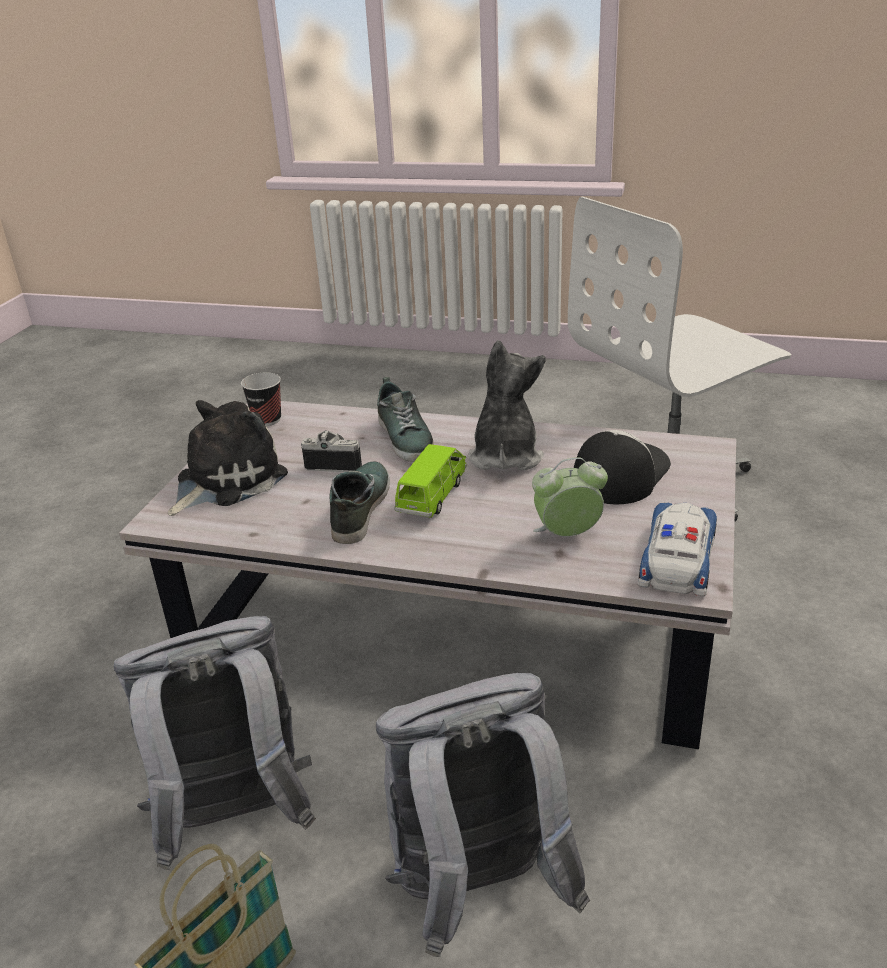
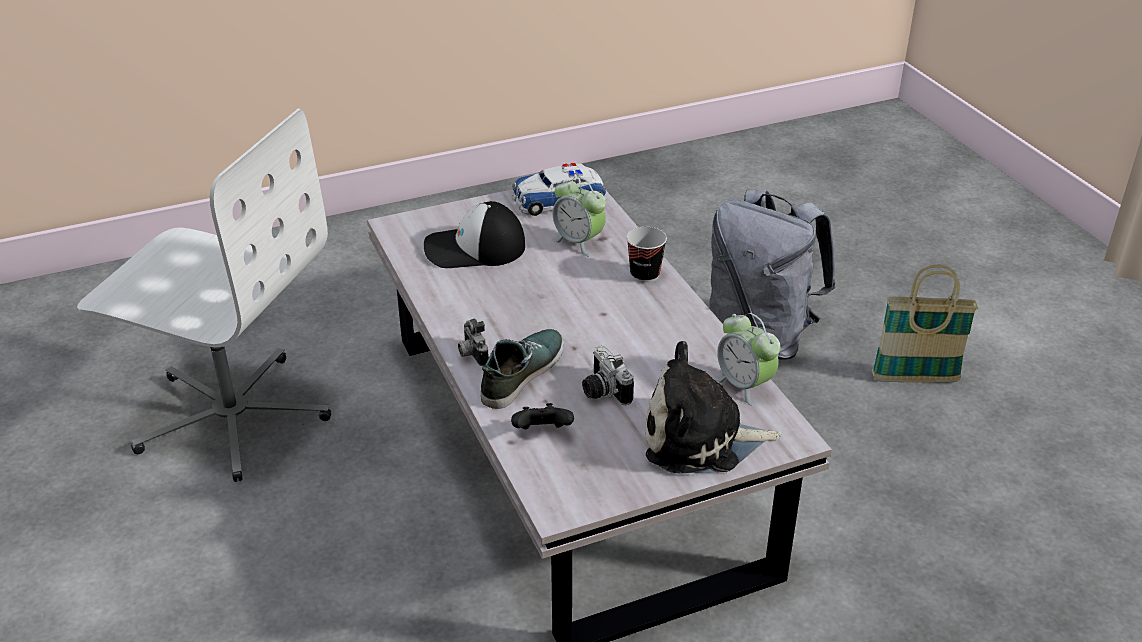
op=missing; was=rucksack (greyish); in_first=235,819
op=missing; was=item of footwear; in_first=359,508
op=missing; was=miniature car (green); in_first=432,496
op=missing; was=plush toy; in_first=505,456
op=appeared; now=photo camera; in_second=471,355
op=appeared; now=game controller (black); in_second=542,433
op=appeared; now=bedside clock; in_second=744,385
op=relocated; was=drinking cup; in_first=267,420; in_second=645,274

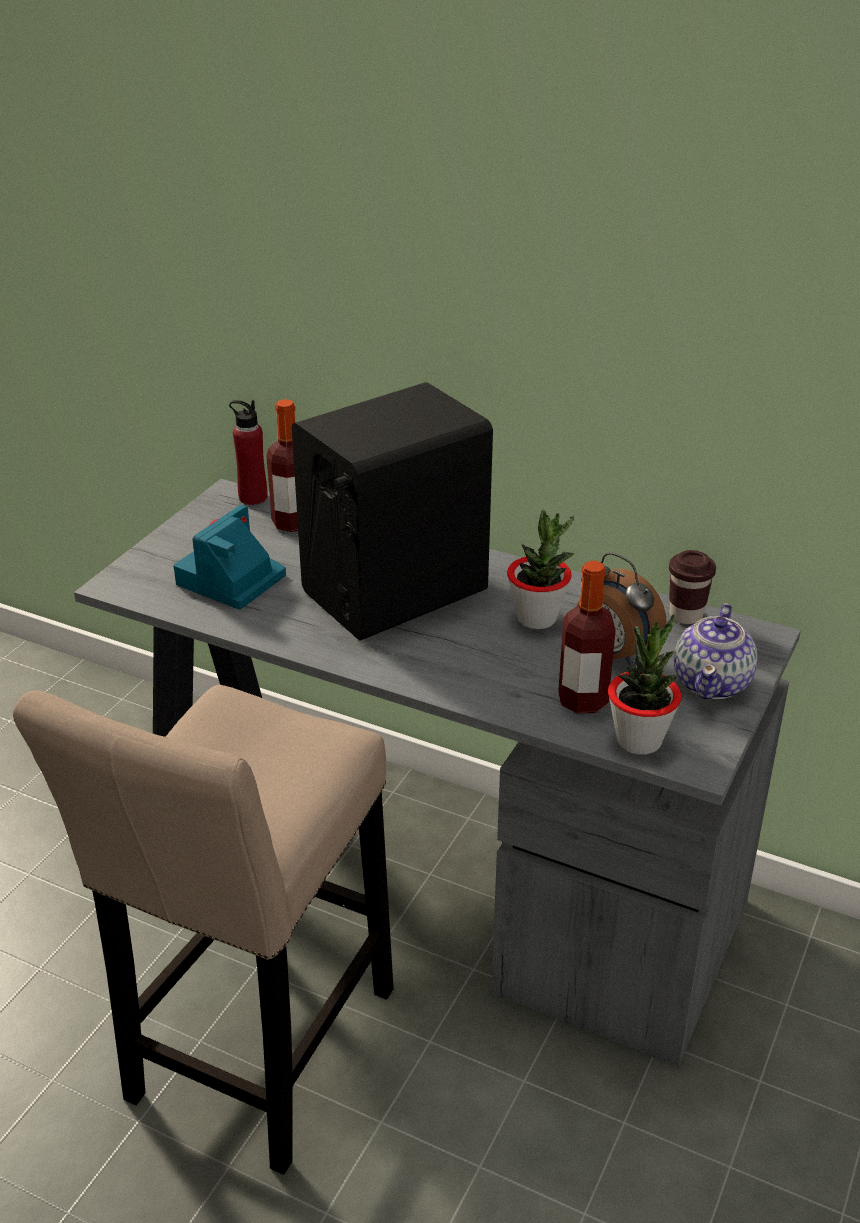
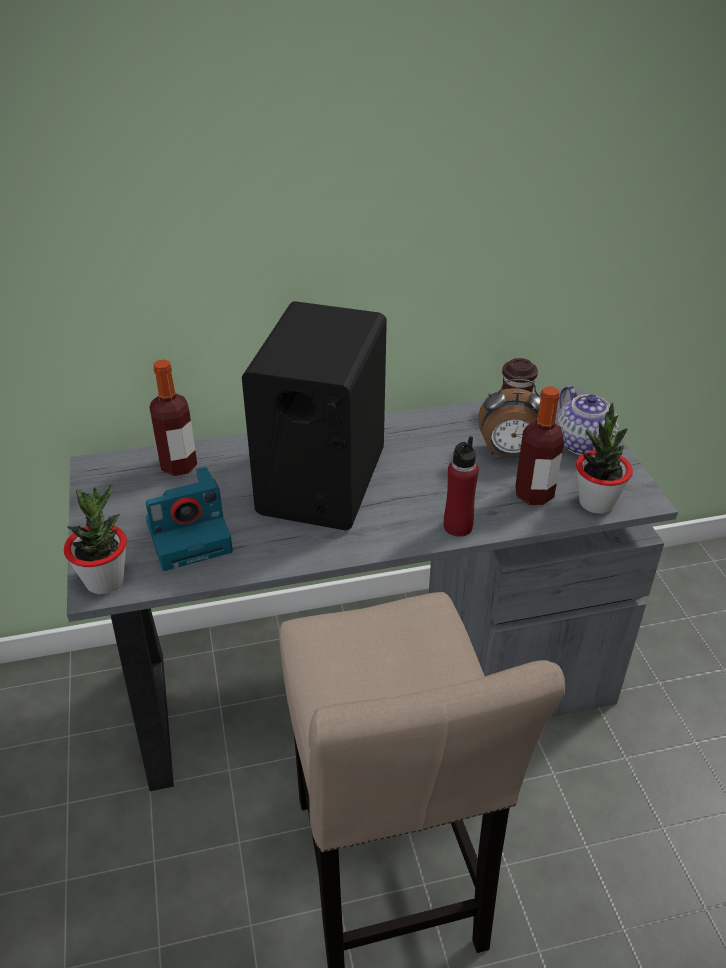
op=relocated; was=bottle (reddish); in_first=253,497; in_second=457,527
op=relocated; was=plant in a pot; in_first=537,618; in_second=105,581
op=spun; was=photo camera; in_first=230,581; in_second=191,535; clockwise=-105

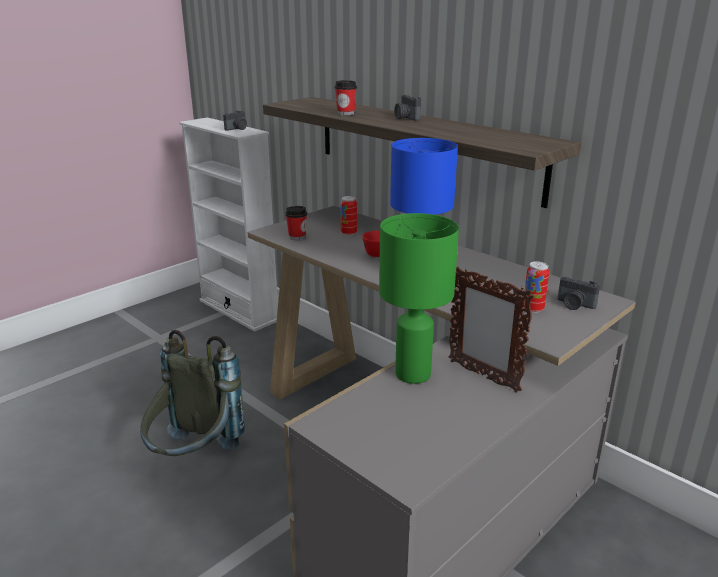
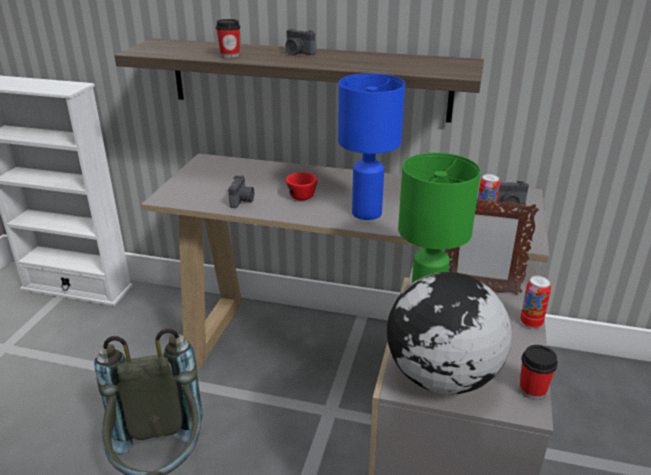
op=appeared; now=desk globe; in_second=441,377
op=relocated; was=photo camera; in_first=237,129; in_second=242,201
op=relocated; was=drinking cup; in_first=297,237; in_second=532,390
op=relocated; was=metal can; in_first=348,233; in_second=531,323

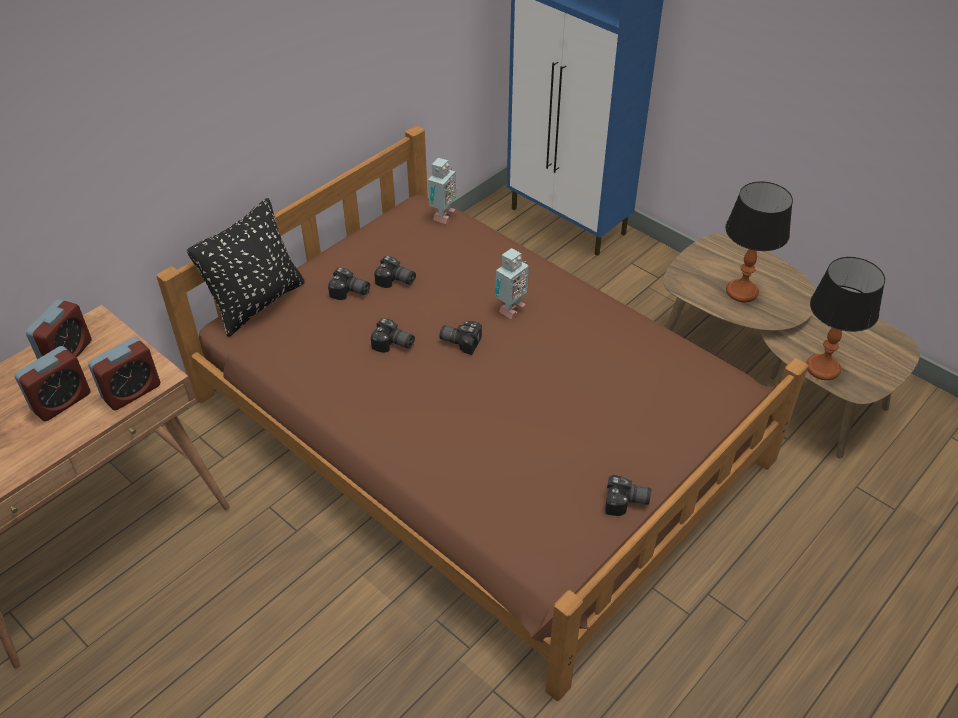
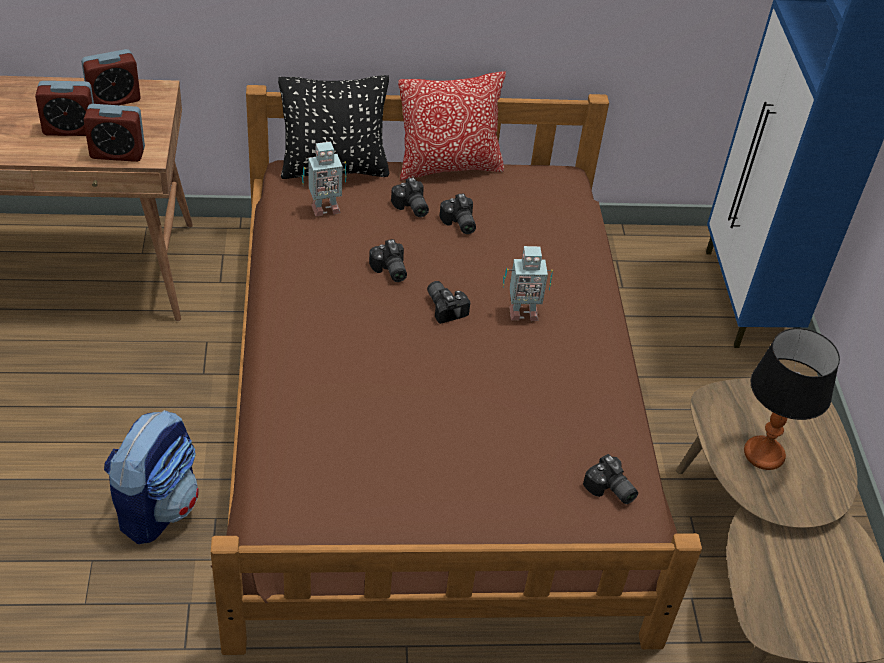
op=missing; was=tabletop lamp; in_first=822,368
op=appeared; now=rucksack; in_second=157,507
op=appeared; now=cushion; in_second=449,166
op=relocated; was=robot figure; in_first=442,216; in_second=324,208
op=relocated; was=photo camera; in_first=626,503; in_second=610,490

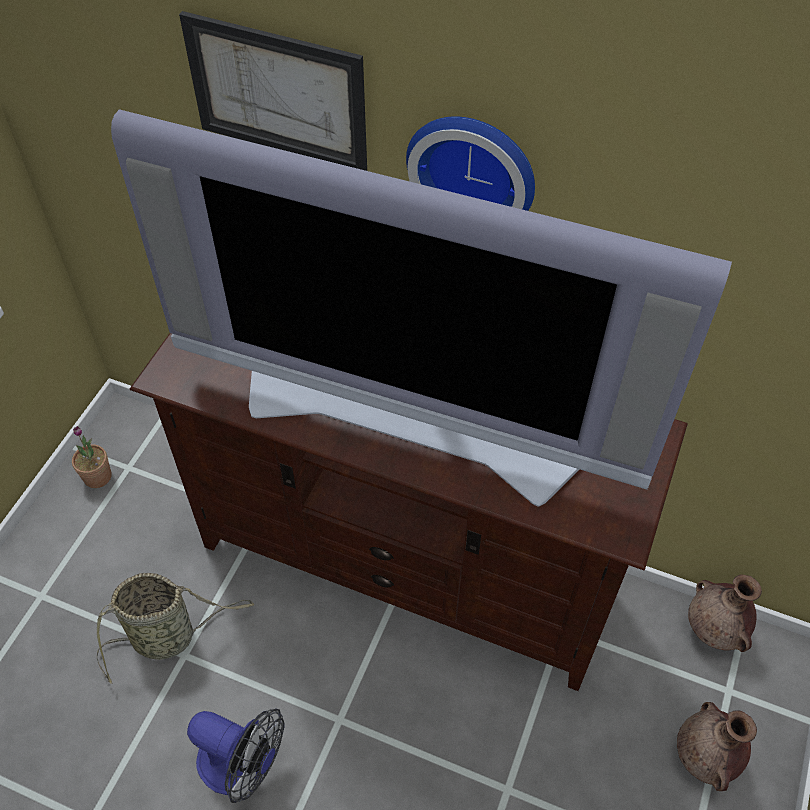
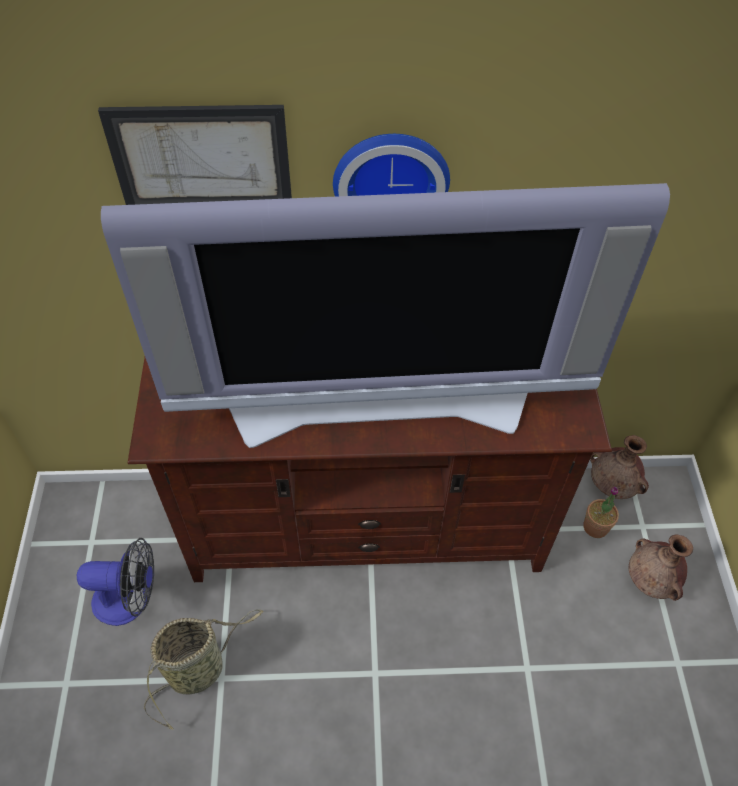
op=relocated; was=plant in a pot; in_first=97,476; in_second=595,527
op=relocated; was=fan; in_first=242,766; in_second=130,600

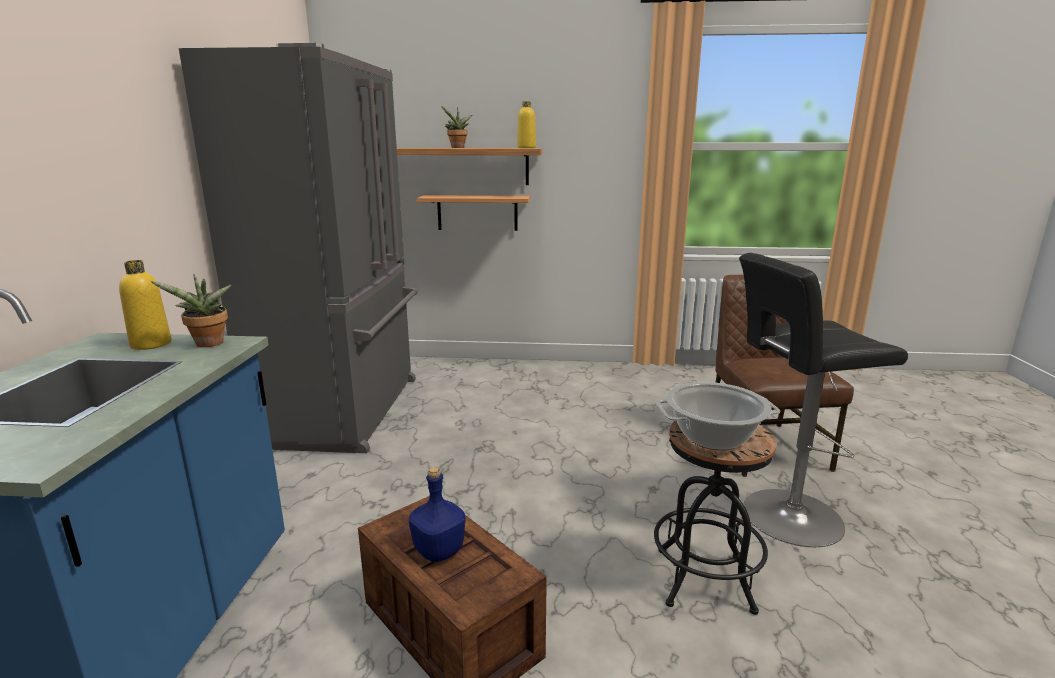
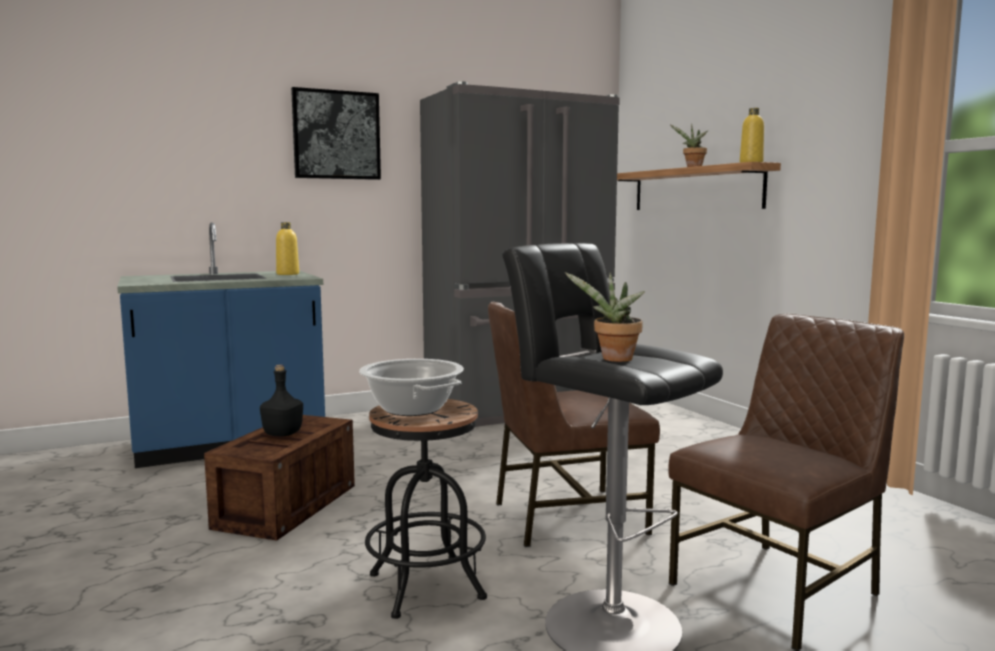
op=missing; was=shelf; in_first=477,212
op=appeared; now=picture; in_second=336,135
op=appeared; now=upright chair (brown); in_second=566,517
op=relocated; was=plant in a pot; in_first=208,345; in_second=613,359
op=colour; was=bottle (bluish); now=bottle (black); in_first=438,550; in_second=283,433

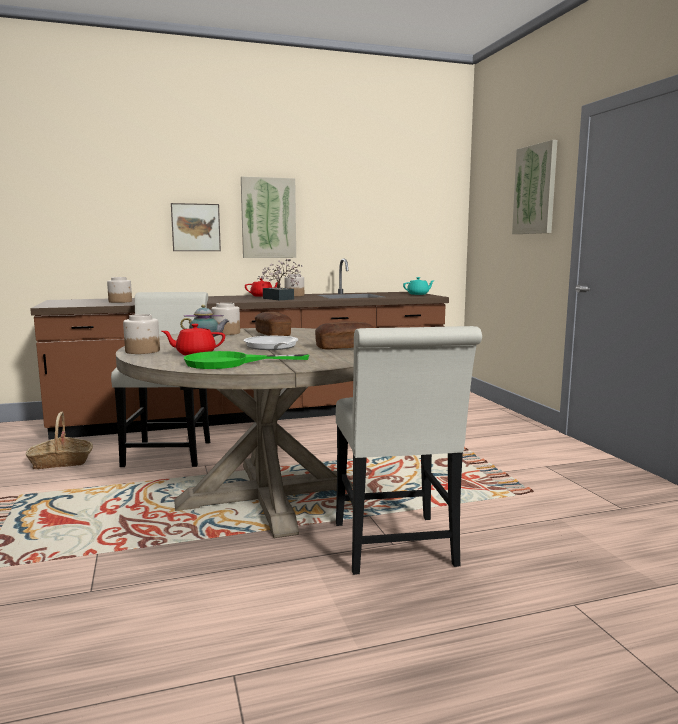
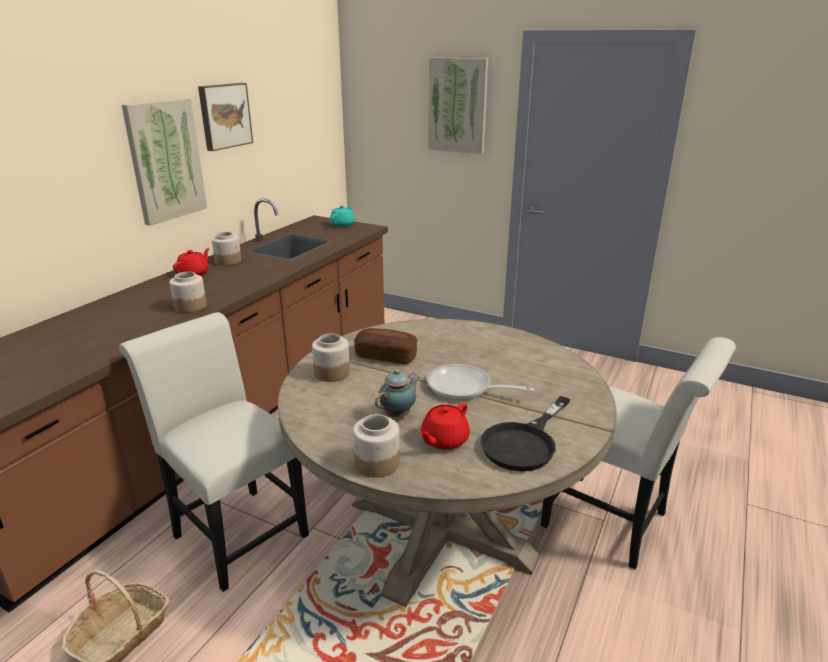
op=missing; was=plant in a pot; in_first=280,299
op=missing; was=bakery bread; in_first=345,347
op=relocated; was=preserve jar; in_first=120,301; in_second=190,306
op=relocated; was=picture; in_first=195,227; in_second=224,116
op=colour; was=skillet (green); now=skillet (black); in_first=229,363; in_second=524,442

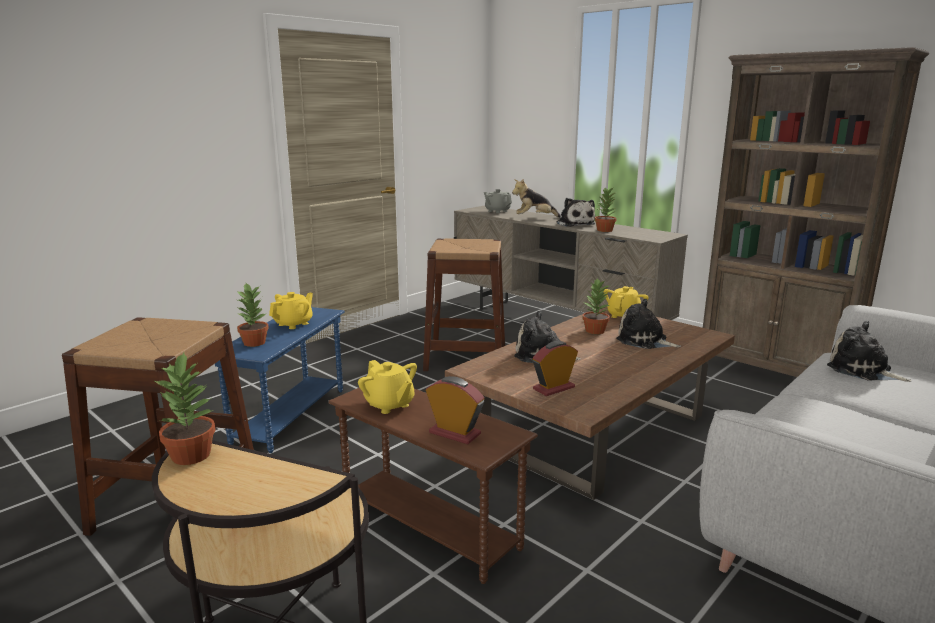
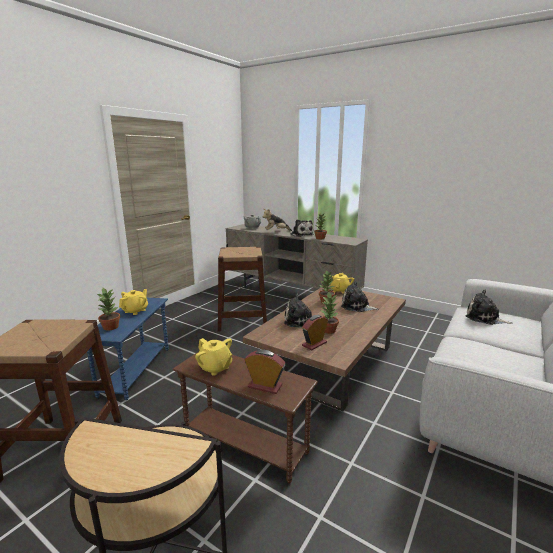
op=missing; was=shelving unit (brown); in_first=775,372
op=relocated; was=plant in a pot; in_first=192,455; in_second=328,330

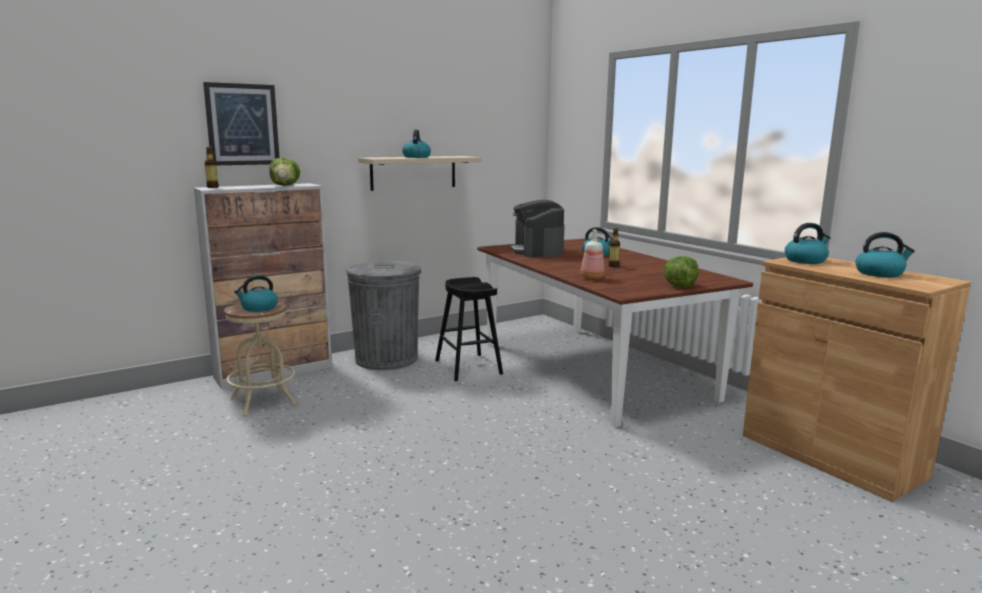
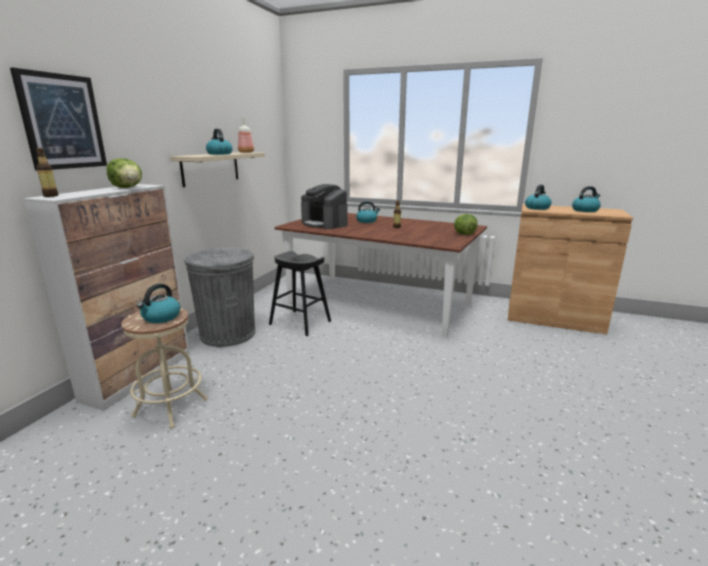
op=relocated; was=bottle; in_first=592,278; in_second=246,152

